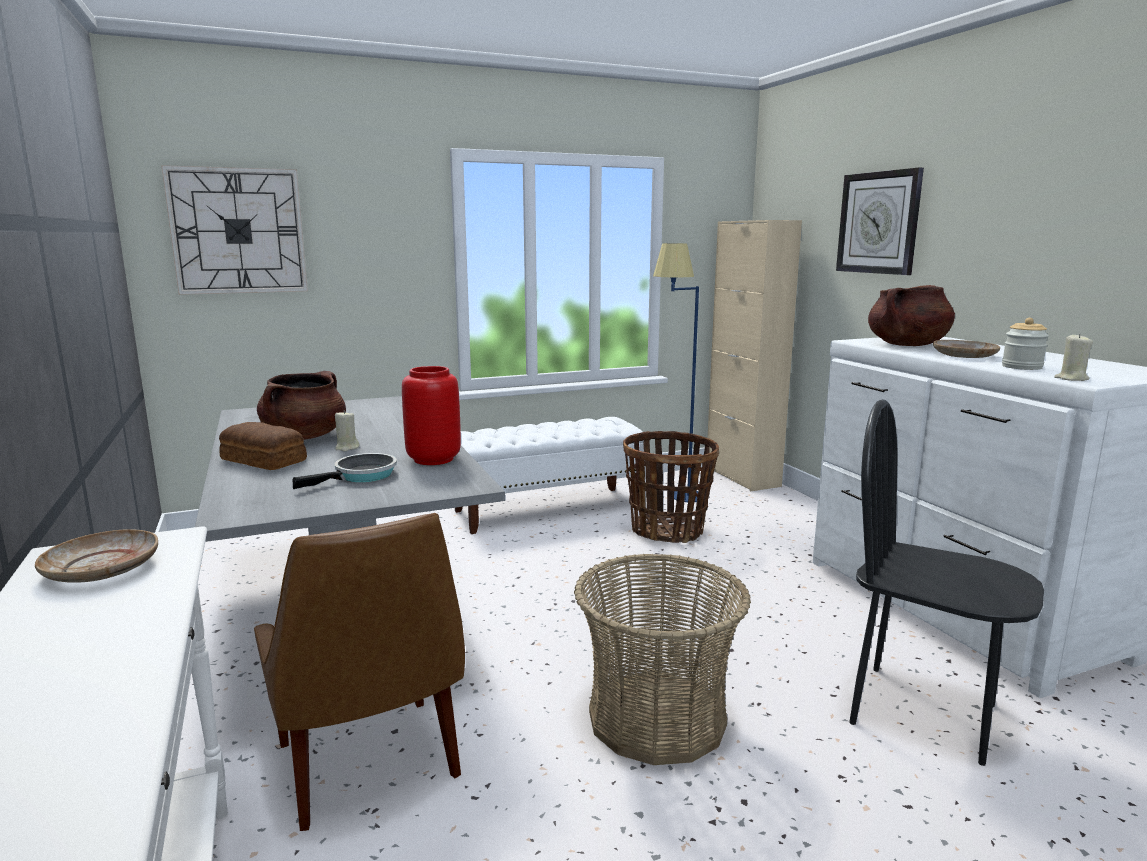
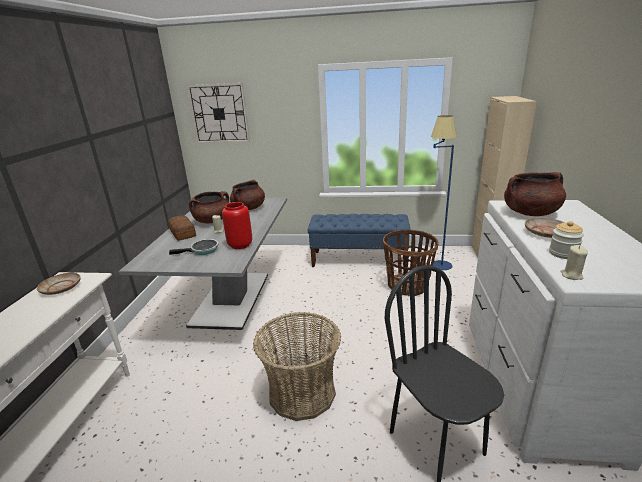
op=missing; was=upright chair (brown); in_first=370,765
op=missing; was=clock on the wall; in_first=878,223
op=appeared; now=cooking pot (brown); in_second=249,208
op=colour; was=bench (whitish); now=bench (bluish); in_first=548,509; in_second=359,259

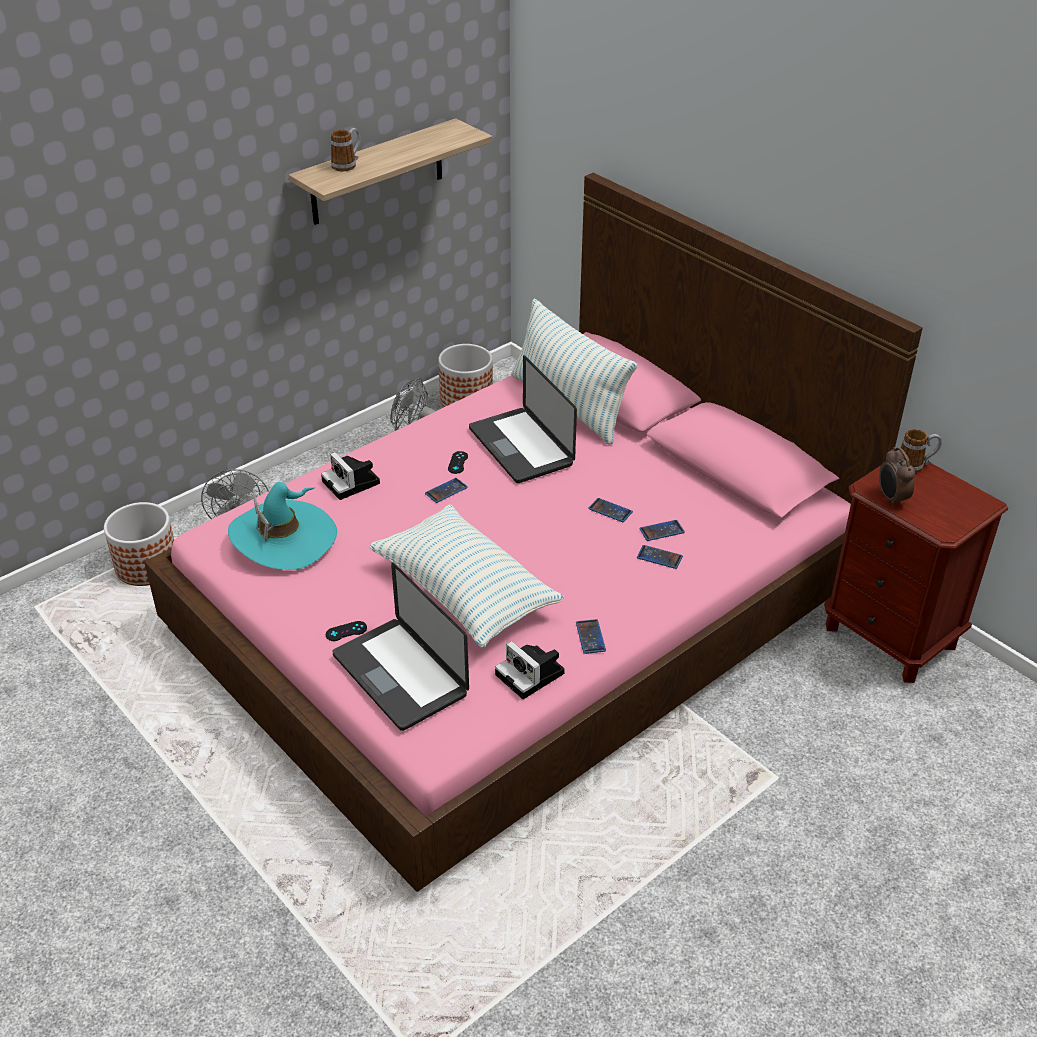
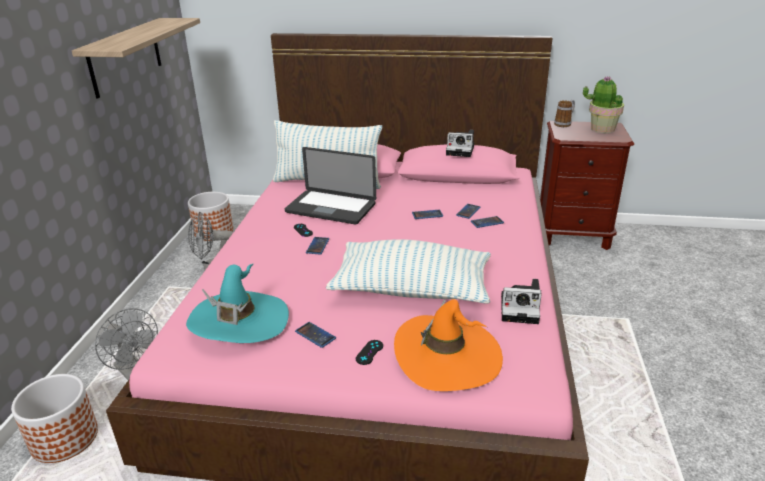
op=missing; was=tea mug; in_first=347,164
op=missing; was=bedside clock; in_first=891,498
op=appeared; now=plant in a pot; in_second=602,129
op=relocated; was=photo camera; in_first=352,483; in_second=461,150
op=relocated; was=handset; in_first=590,637; in_second=315,335
op=exchanged; was=notebook computer; now=wearable hat (orange-coloured); in_first=400,675; in_second=447,356

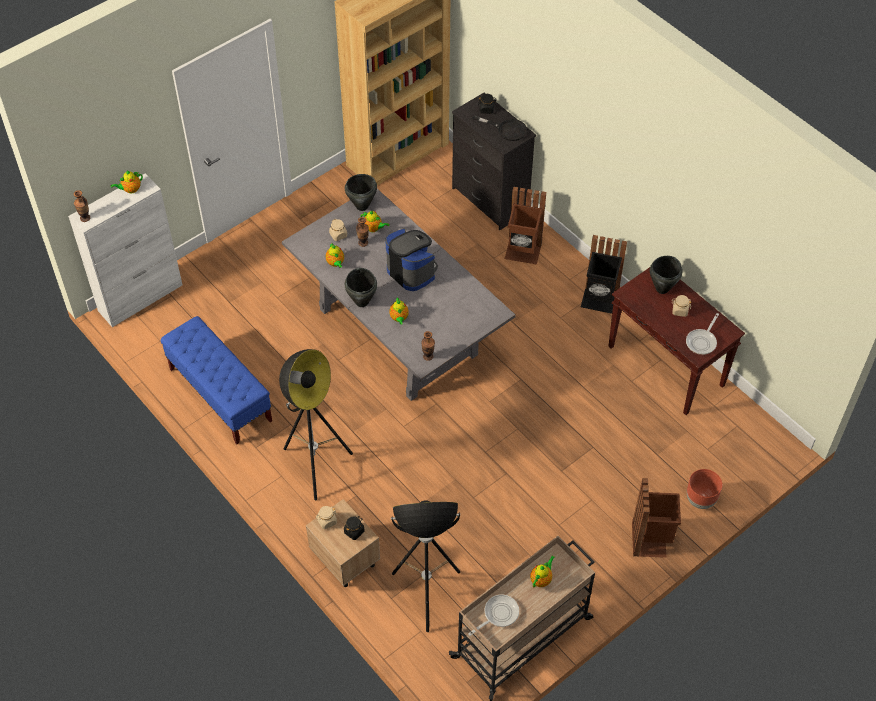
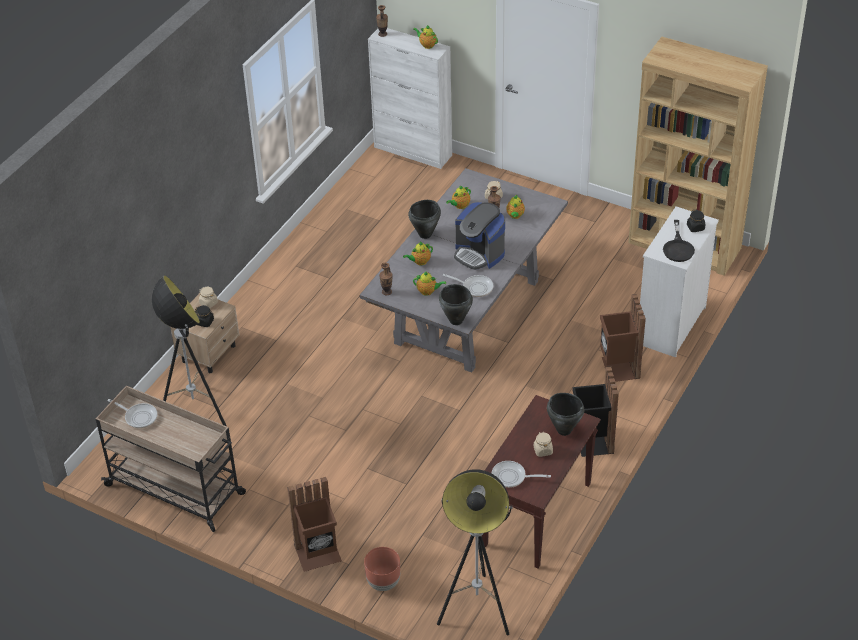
op=missing; was=bench (bluish); in_first=220,395
op=appeared; now=skillet; in_second=475,287
op=relocated; was=standing lamp; in_first=315,466; in_second=477,609
op=relocated; was=cooking pot (black); in_first=362,206; in_second=456,320
op=relocated; was=pot for tea; in_first=541,579; in_second=428,292
op=colour; was=drawer chest (black); now=drawer chest (whitish); in_first=490,200; in_second=670,326
op=spun; was=coffee brewer; in_first=411,271; in_second=479,254; clockwise=105

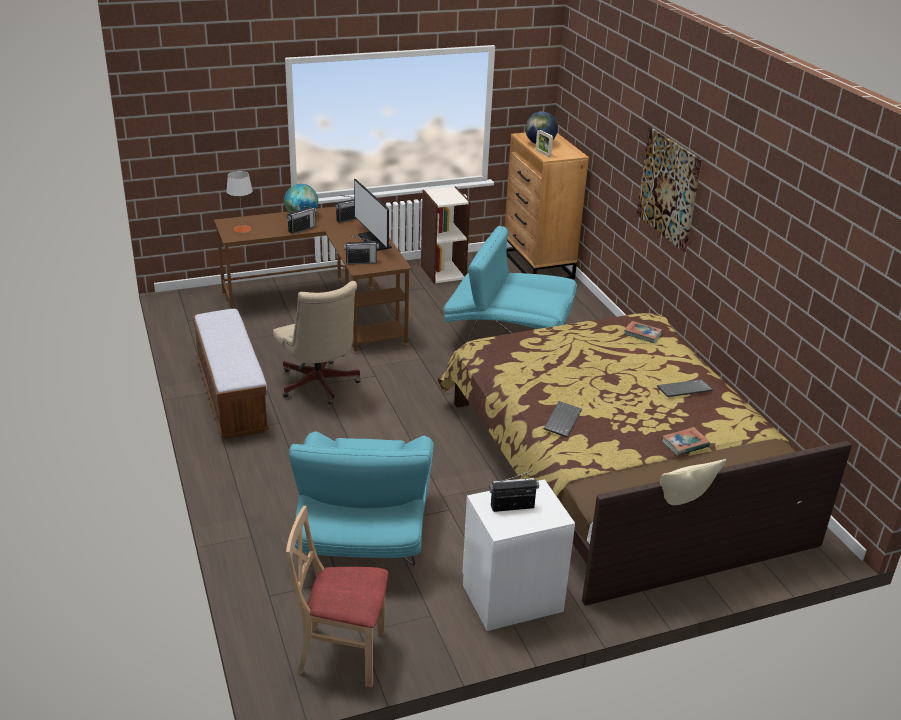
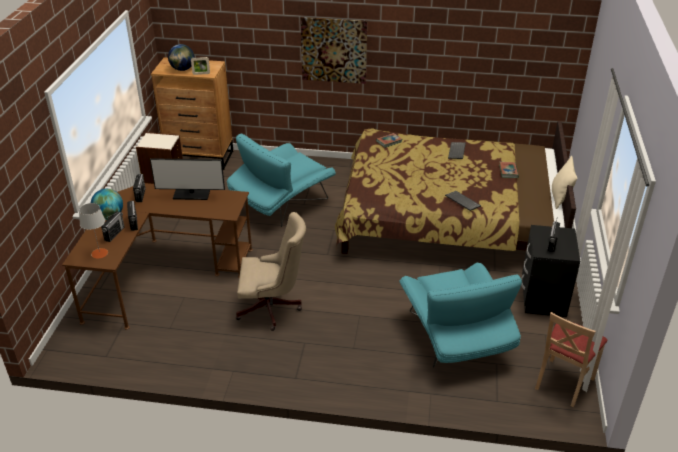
op=missing; was=bench; in_first=231,395
op=relocated; was=radio set; in_first=361,262; in_second=114,234
op=colour; was=night table (whitish); now=night table (black); in_first=511,596; in_second=542,298
op=spun; was=easy chair (turquoise); in_first=364,533; in_second=456,338; clockwise=45

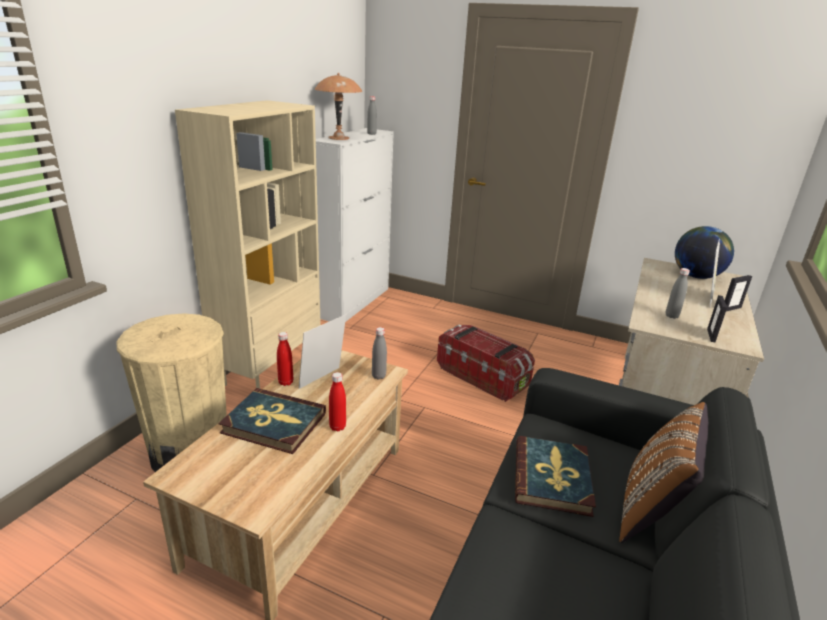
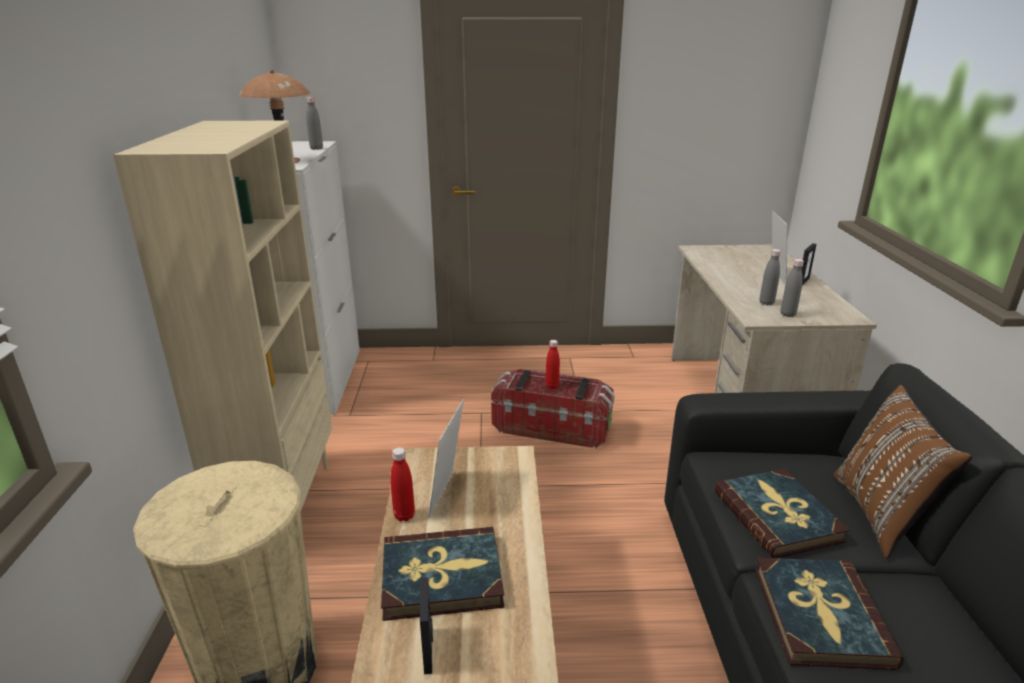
op=missing; was=desk globe; in_first=696,276
op=appeared; now=bound book; in_second=819,615
op=relocated; was=bottle (reddish); in_first=337,427; in_second=552,386
op=relocated; was=bottle (greyish); in_first=378,376; in_second=787,314
op=relocated; was=standing frame; in_first=711,335; in_second=428,650

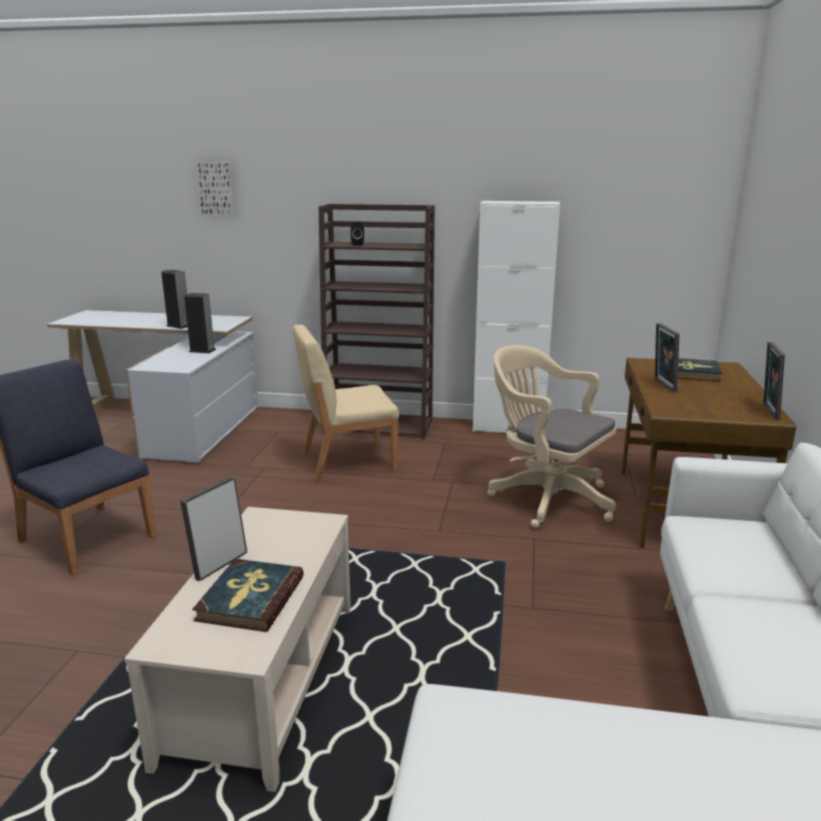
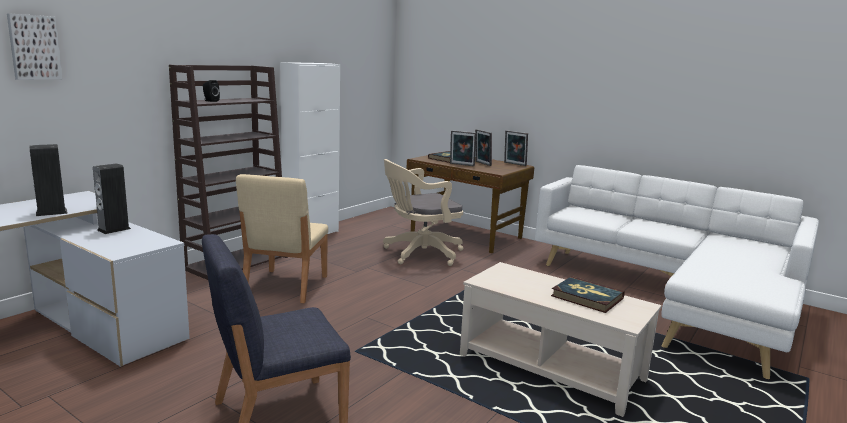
op=relocated; was=standing frame; in_first=219,564; in_second=482,163

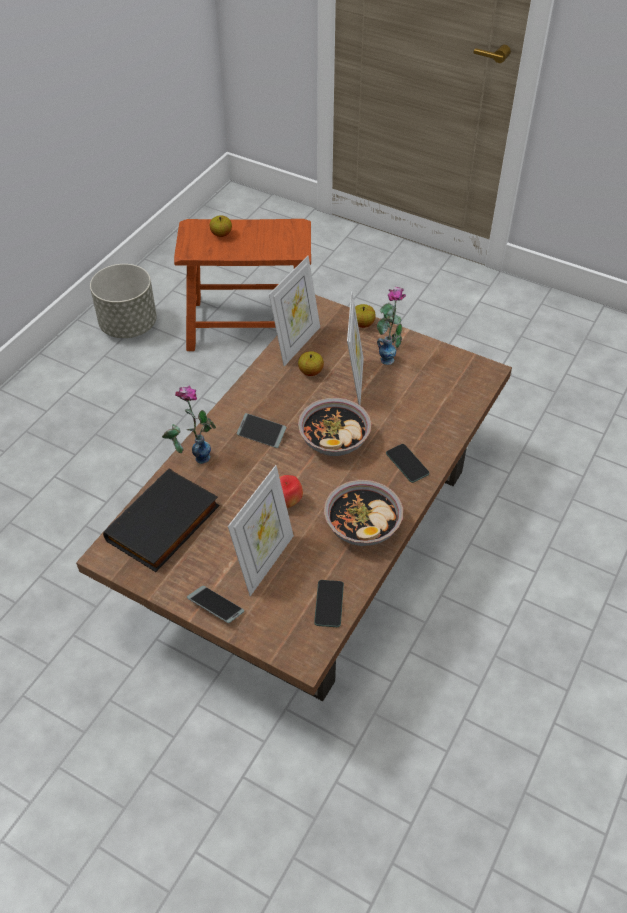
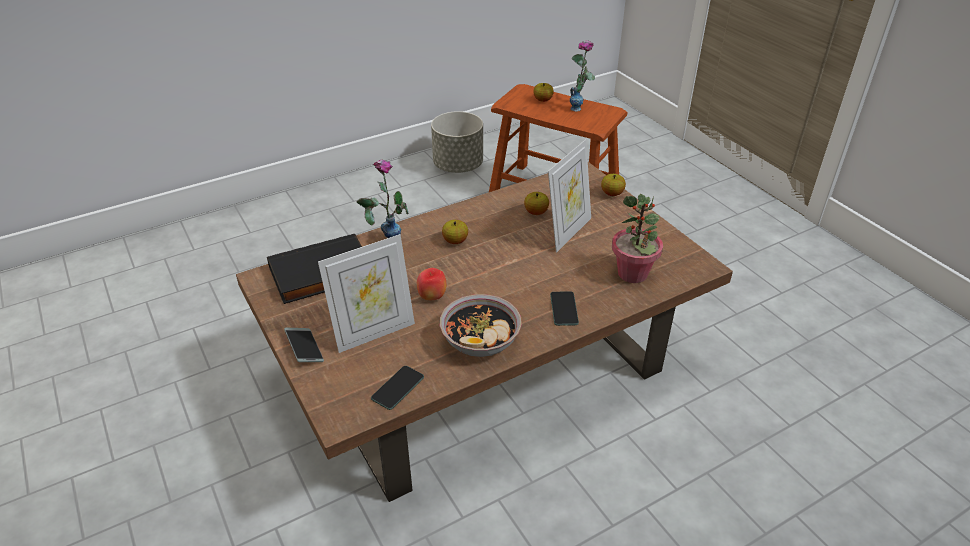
op=missing; was=standing frame; in_first=296,343
op=missing; was=deep dish; in_first=334,440
op=appeared; now=plant in a pot; in_second=633,274
op=relocated; was=vase; in_first=388,354; in_second=580,106
op=exchanged; was=handset; now=apple; in_first=261,434; in_second=455,241

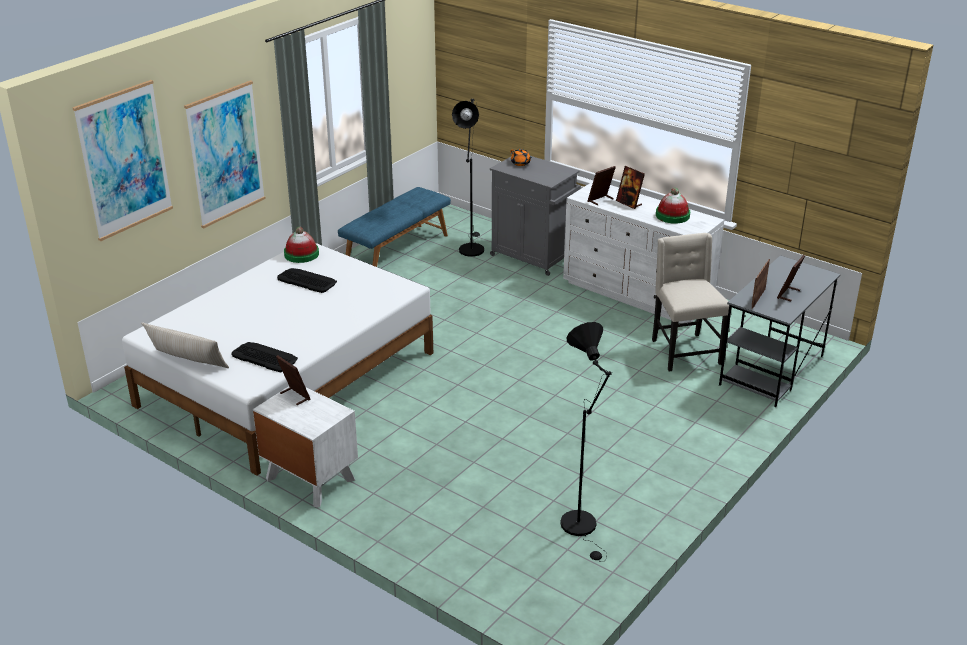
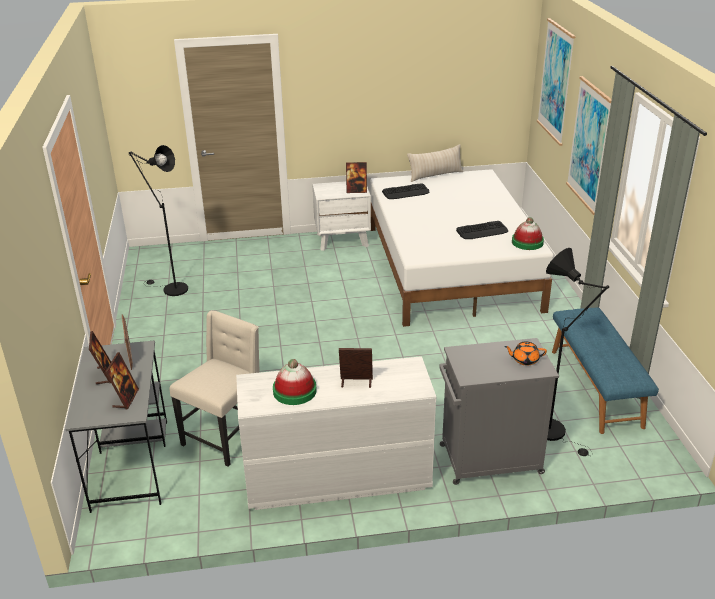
op=relocated; was=standing frame; in_first=600,200; in_second=125,399
op=spun; was=upright chair (beige); in_first=684,352; in_second=225,437; clockwise=-90

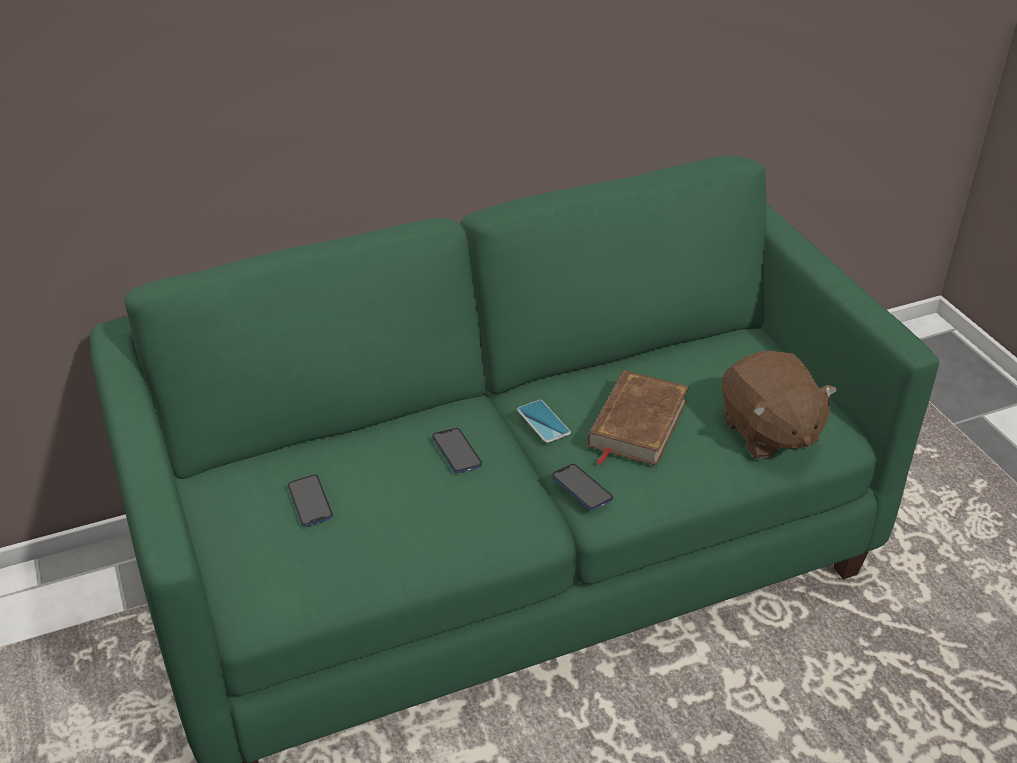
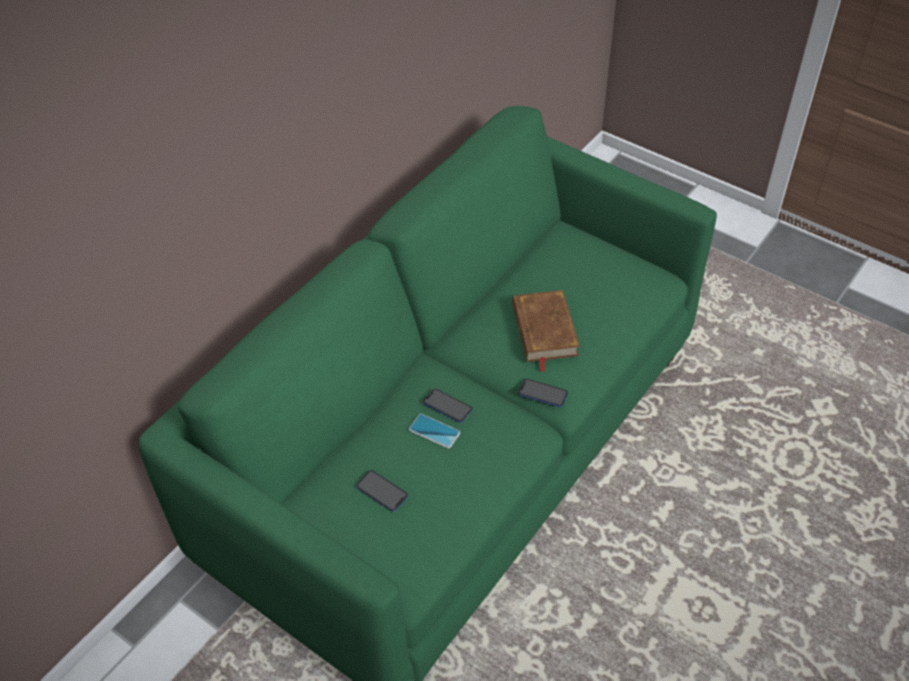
op=missing; was=plush toy (brown); in_first=768,432
op=relocated; was=handset; in_first=543,422; in_second=434,431

